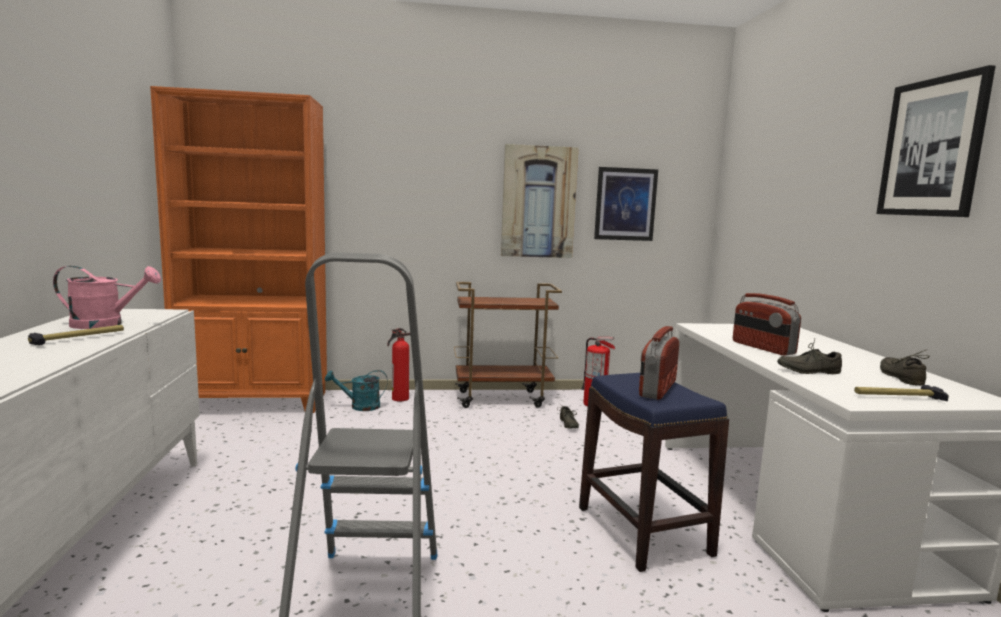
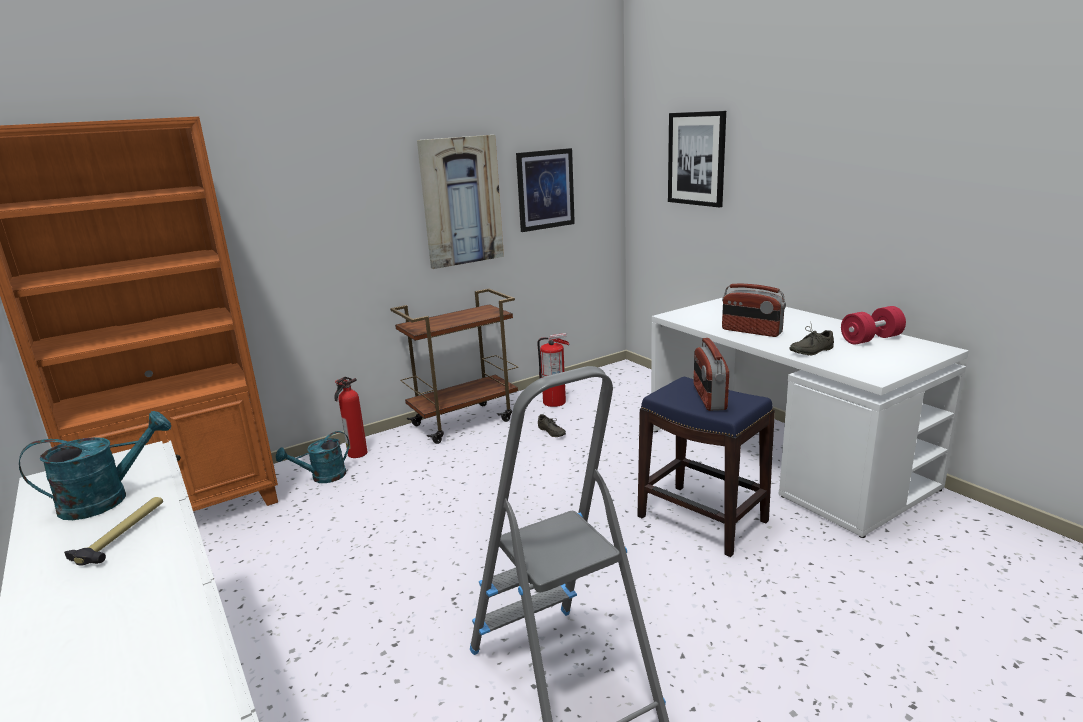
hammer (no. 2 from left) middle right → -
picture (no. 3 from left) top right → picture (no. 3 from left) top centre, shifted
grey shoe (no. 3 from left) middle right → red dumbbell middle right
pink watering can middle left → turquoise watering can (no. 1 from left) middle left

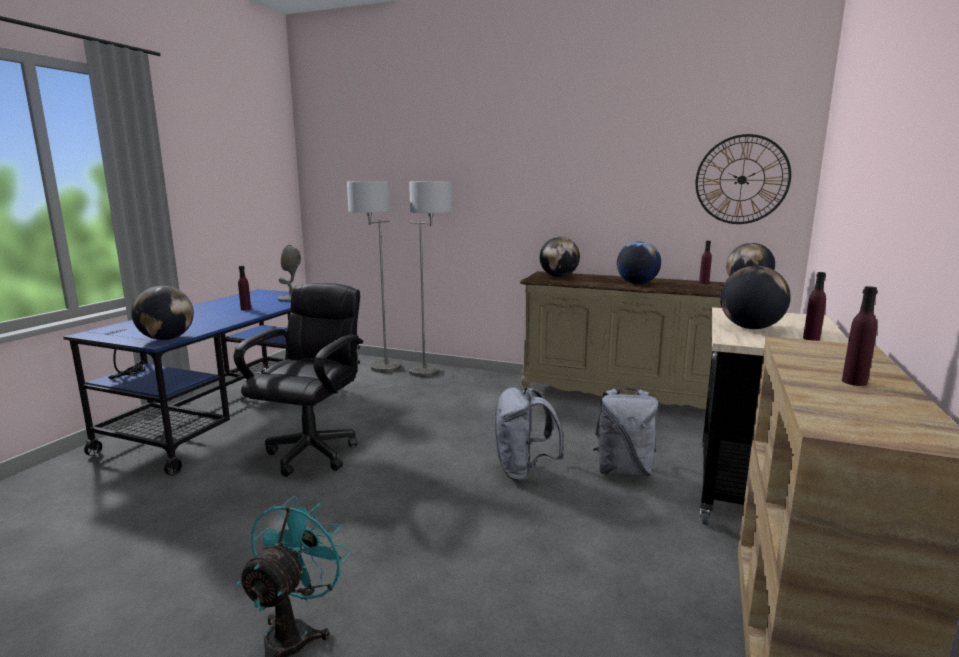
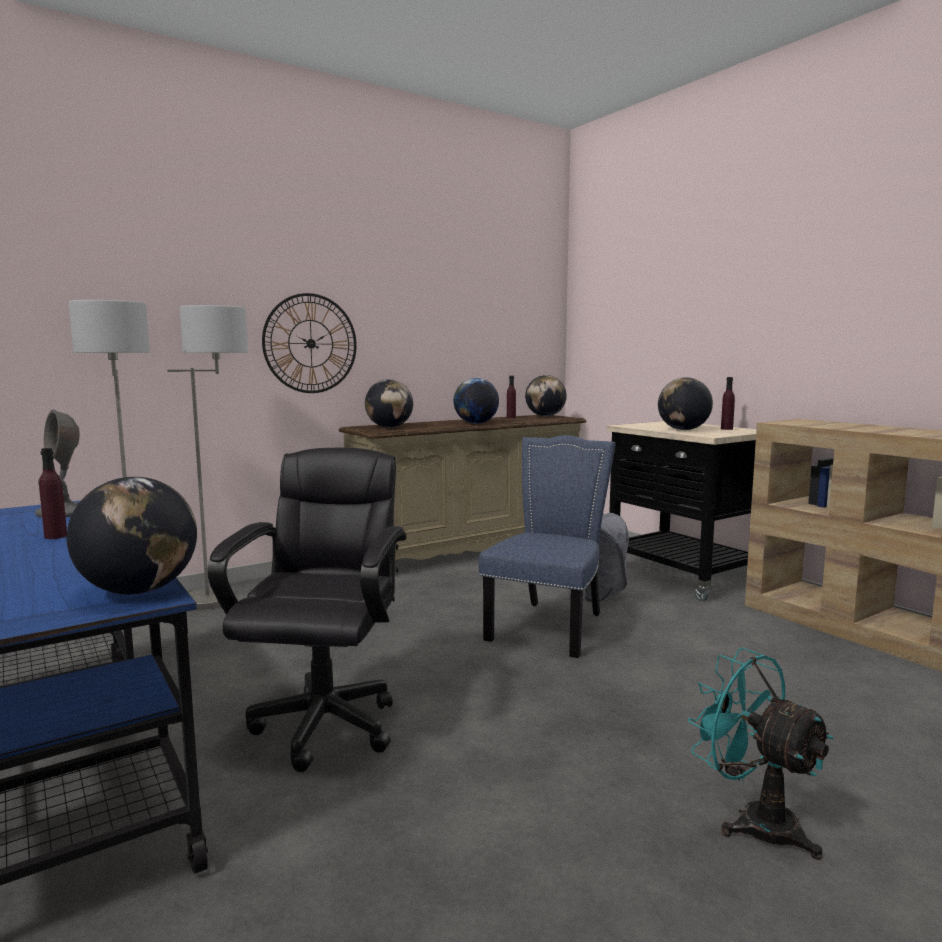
purple bottle (no. 4 from left) middle right → -
wall clock top right → wall clock middle left, shifted
grey backpack (no. 1 from left) centre → blue chair centre
black office chair middle left, 45 degrees clockwise

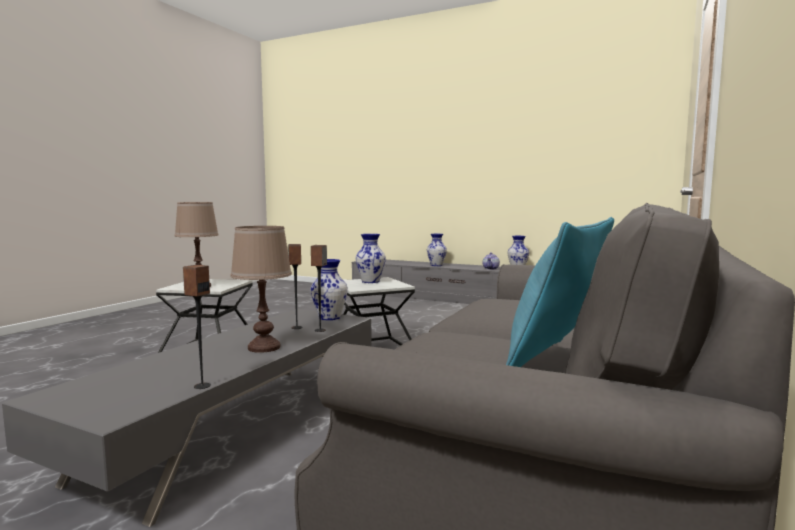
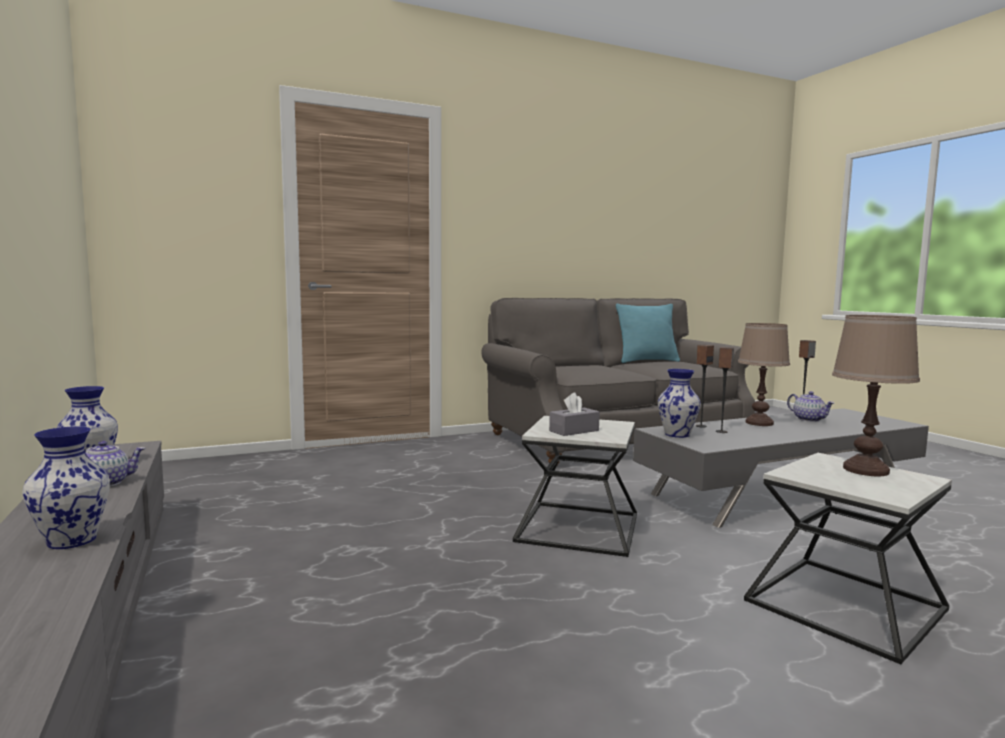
- → teapot (no. 2 from left) middle right
vase (no. 2 from left) centre → grey tissue box centre

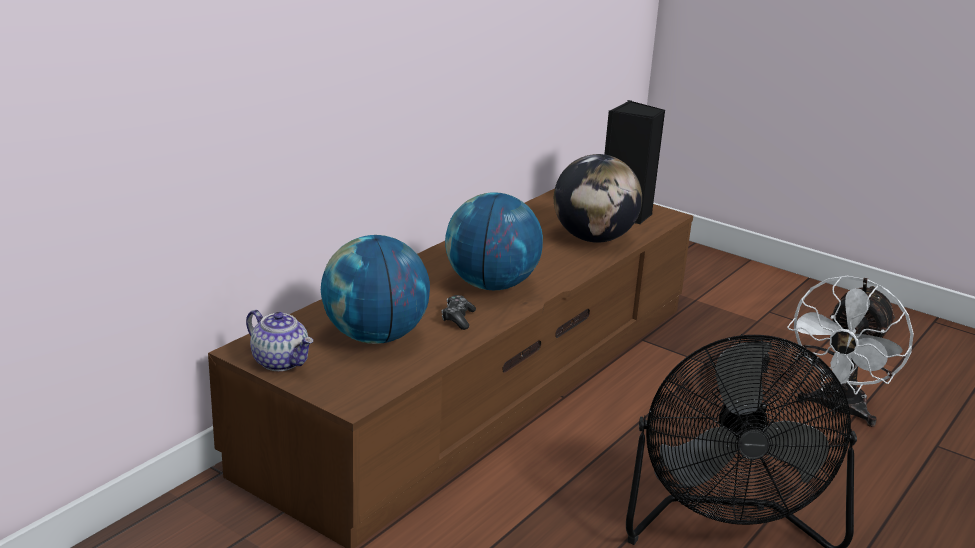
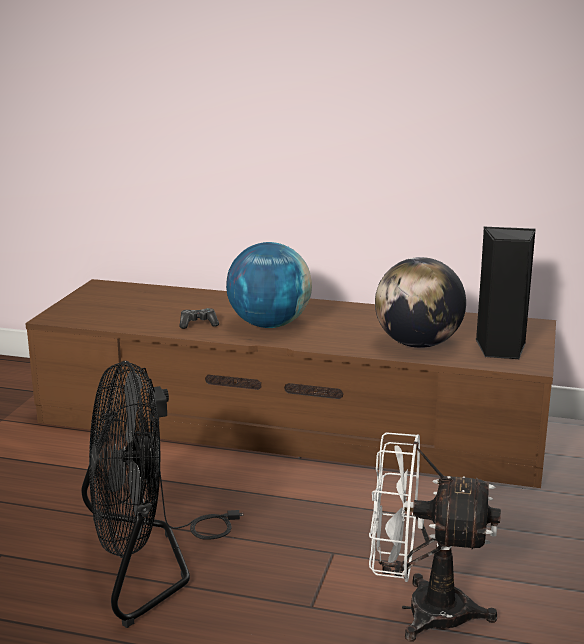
teapot middle left → -
globe (no. 1 from left) centre → -

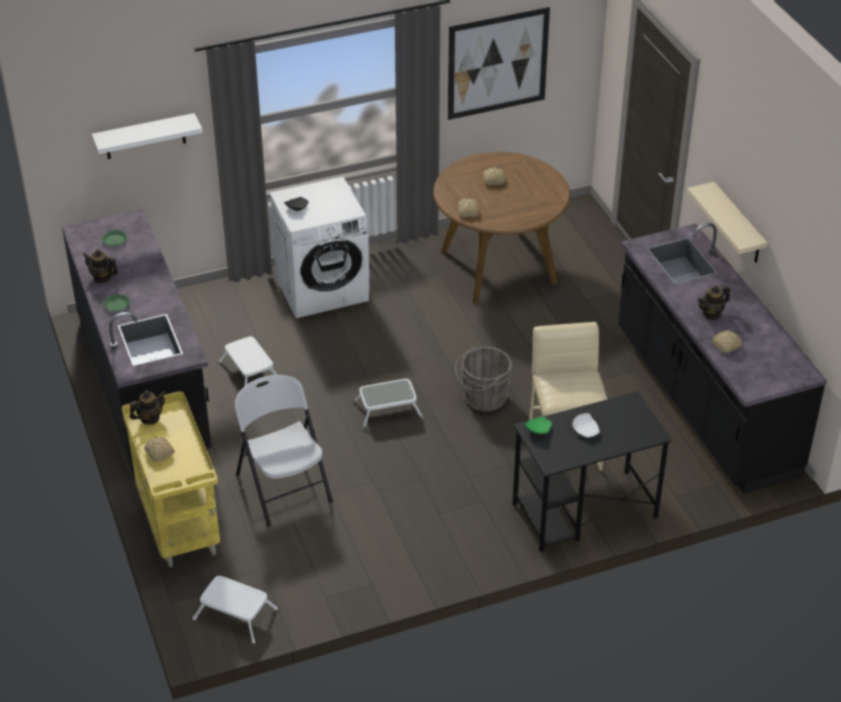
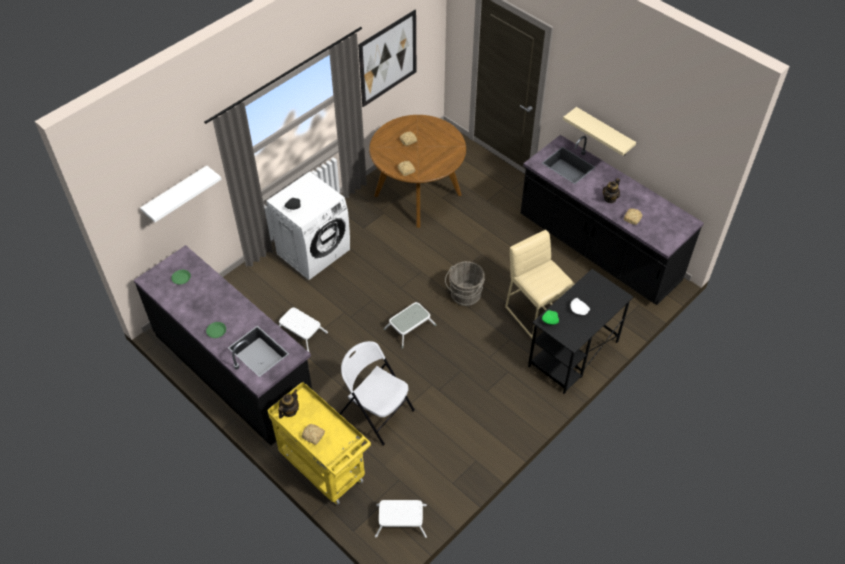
teapot (no. 1 from left) middle left → -

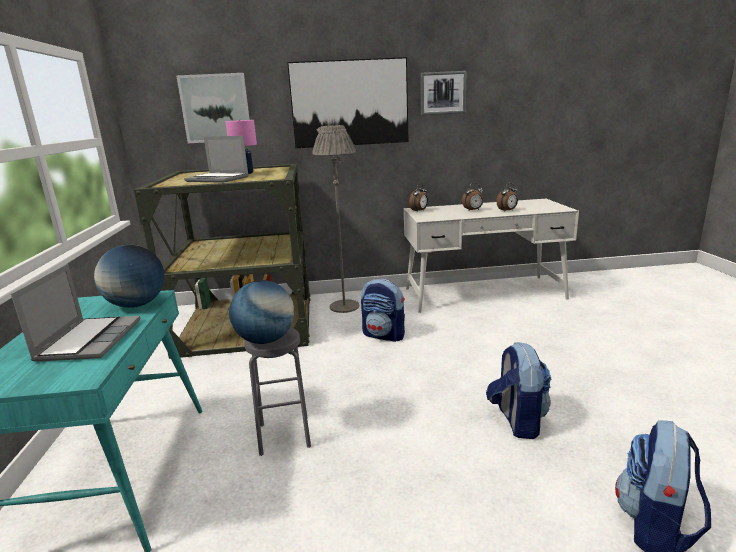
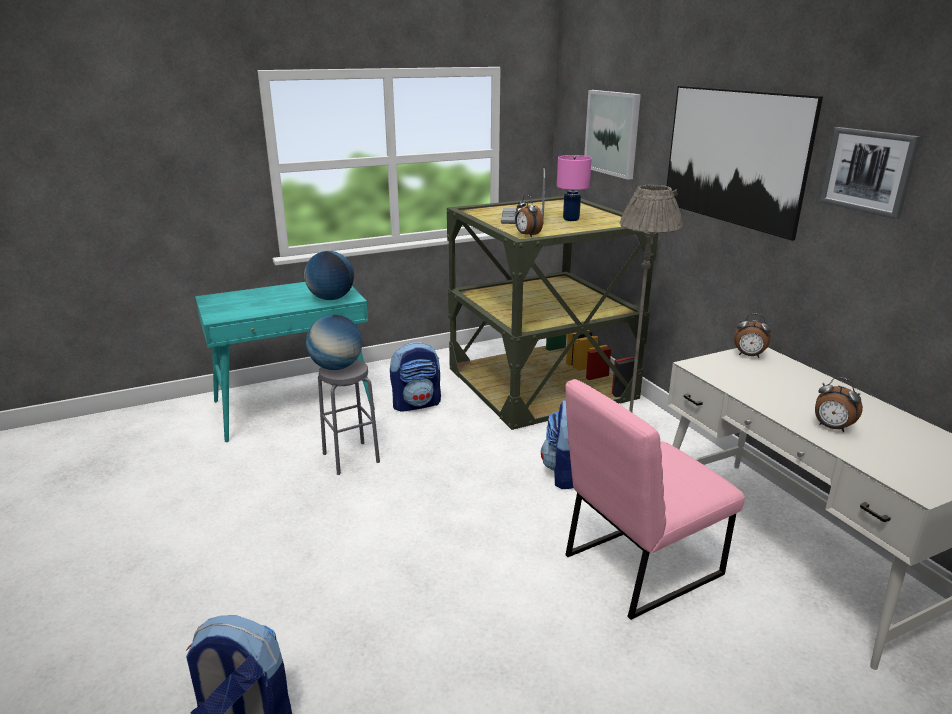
laptop (no. 1 from left) middle left → -
- → pink chair bottom right
alarm clock (no. 2 from left in the first image) centre → alarm clock (no. 1 from left) top centre, shifted
backpack (no. 2 from left) bottom right → backpack (no. 2 from left) centre, shifted

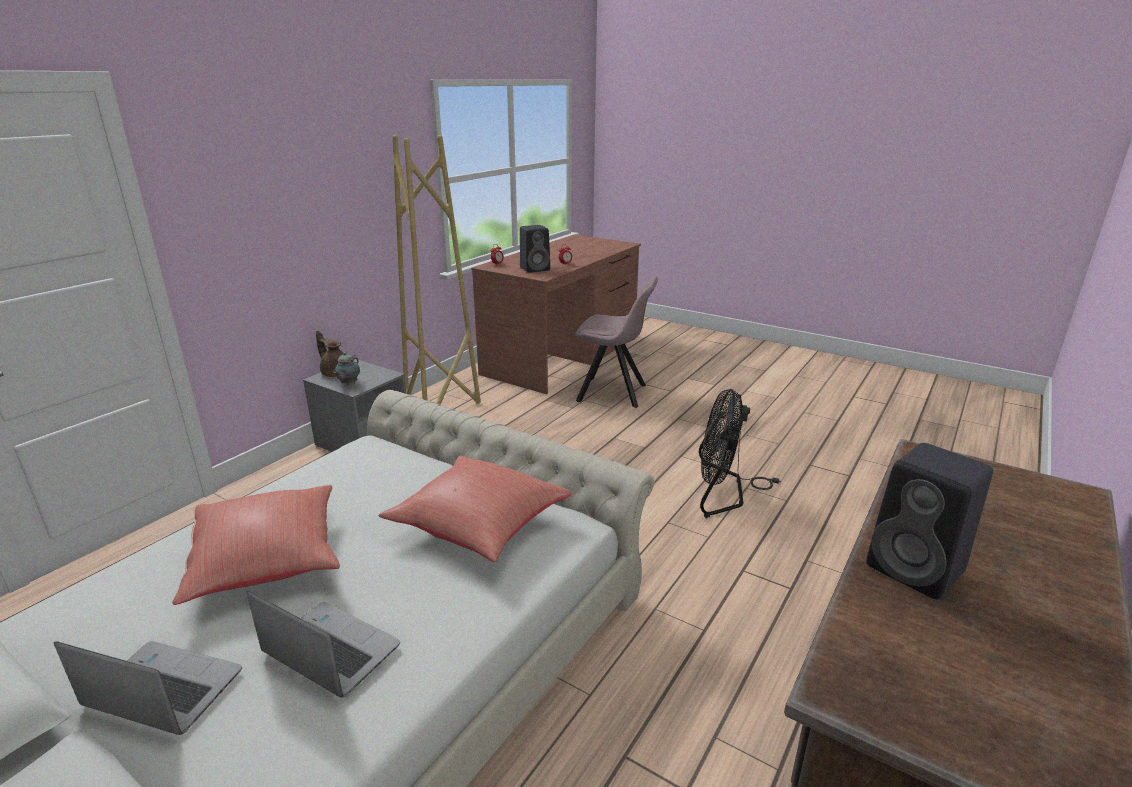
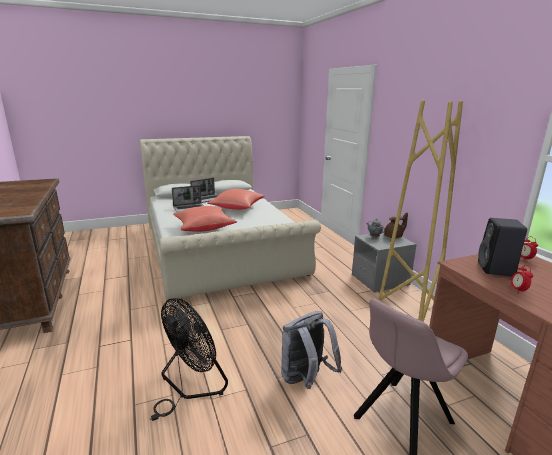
black speaker (no. 2 from left) middle right → -
- → grey backpack bottom centre

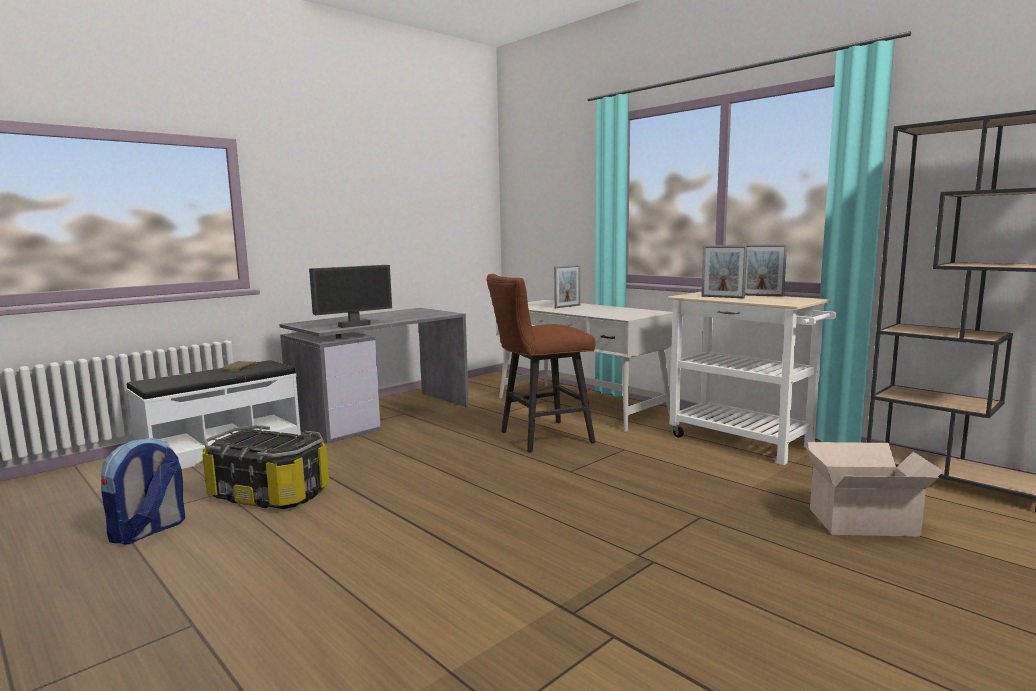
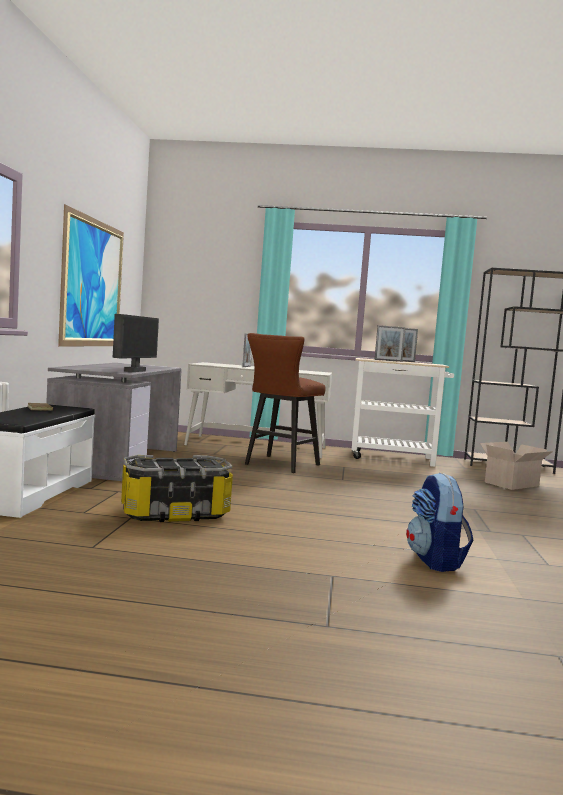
- → picture middle left
backpack bottom left → backpack middle right, shifted

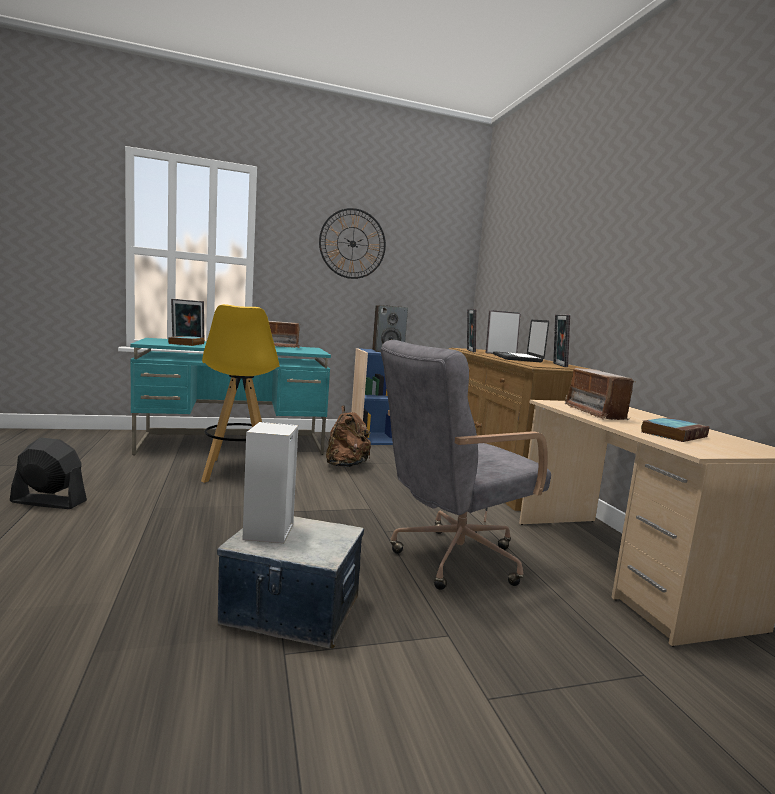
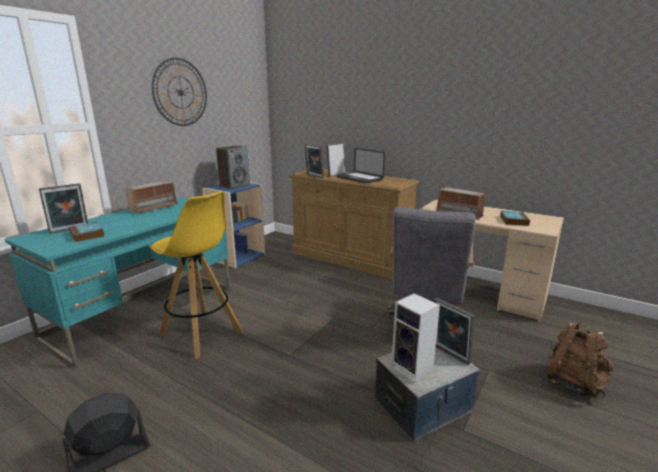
brown backpack centre → brown backpack bottom right, shifted
picture frame (no. 4 from left) middle right → picture frame (no. 4 from left) bottom right, shifted

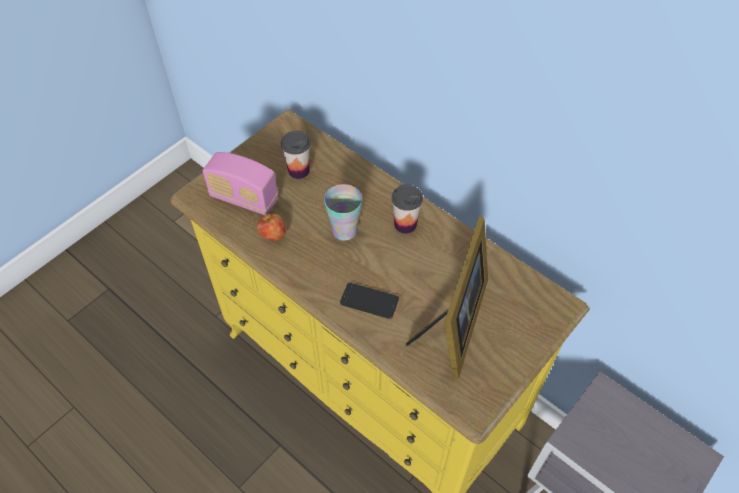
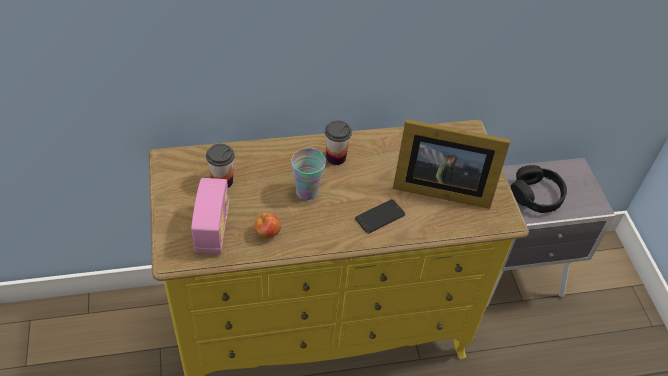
- → black headphones middle right
radio middle left, 60 degrees counterclockwise
picture frame centre → picture frame middle right, 135 degrees clockwise

